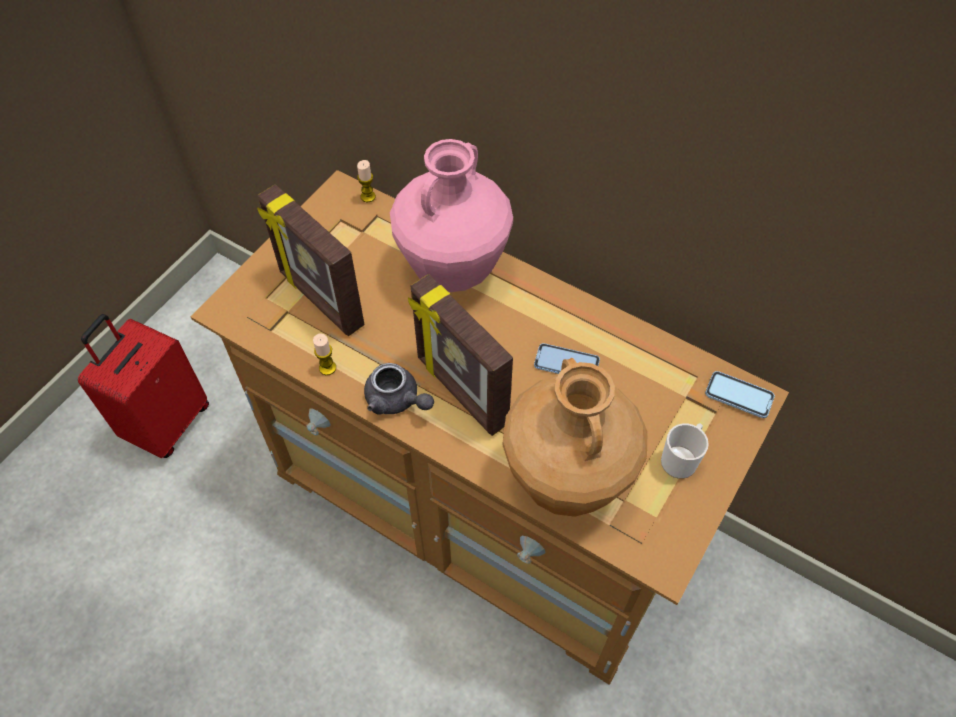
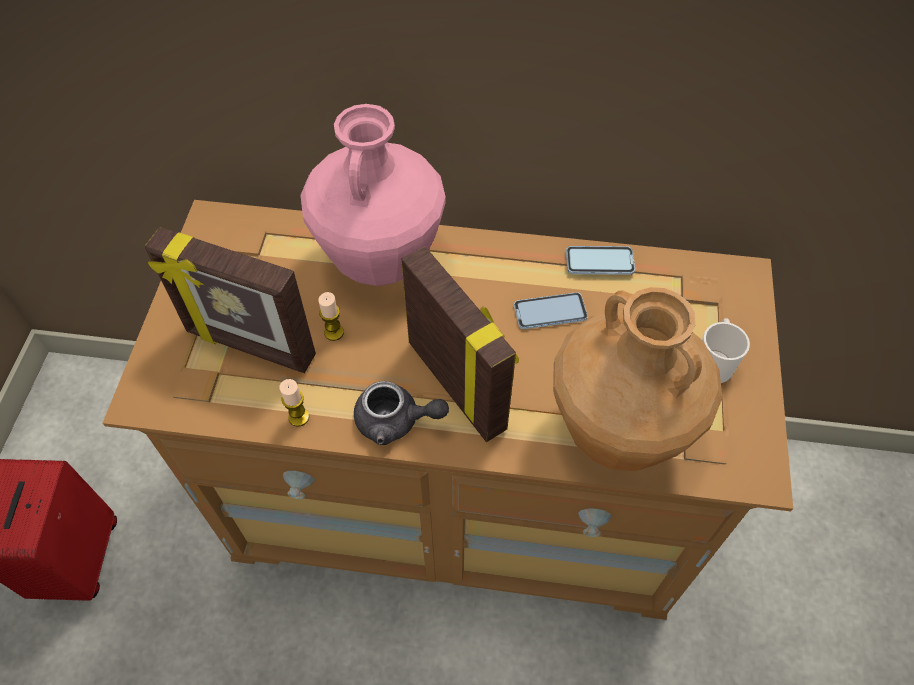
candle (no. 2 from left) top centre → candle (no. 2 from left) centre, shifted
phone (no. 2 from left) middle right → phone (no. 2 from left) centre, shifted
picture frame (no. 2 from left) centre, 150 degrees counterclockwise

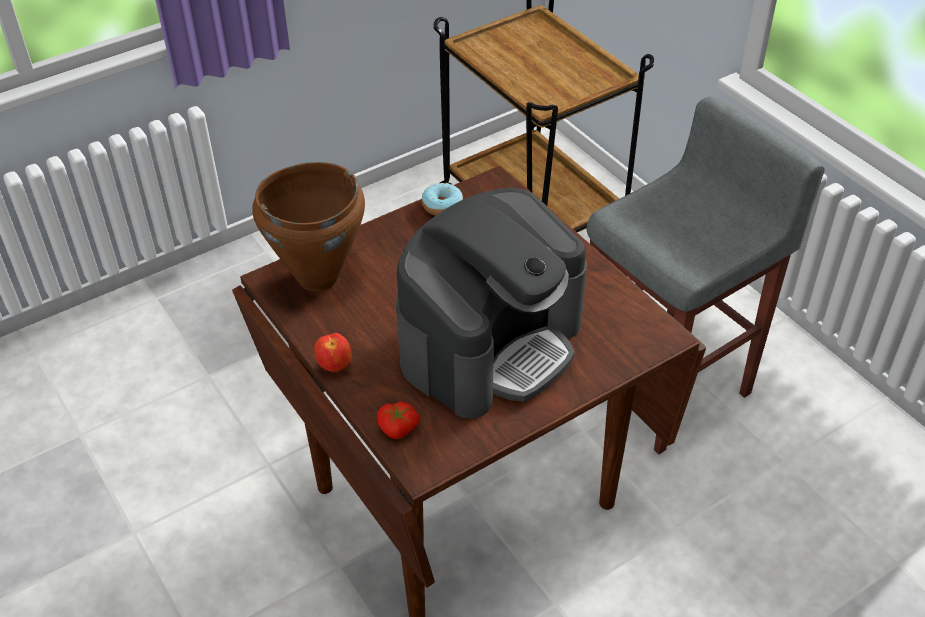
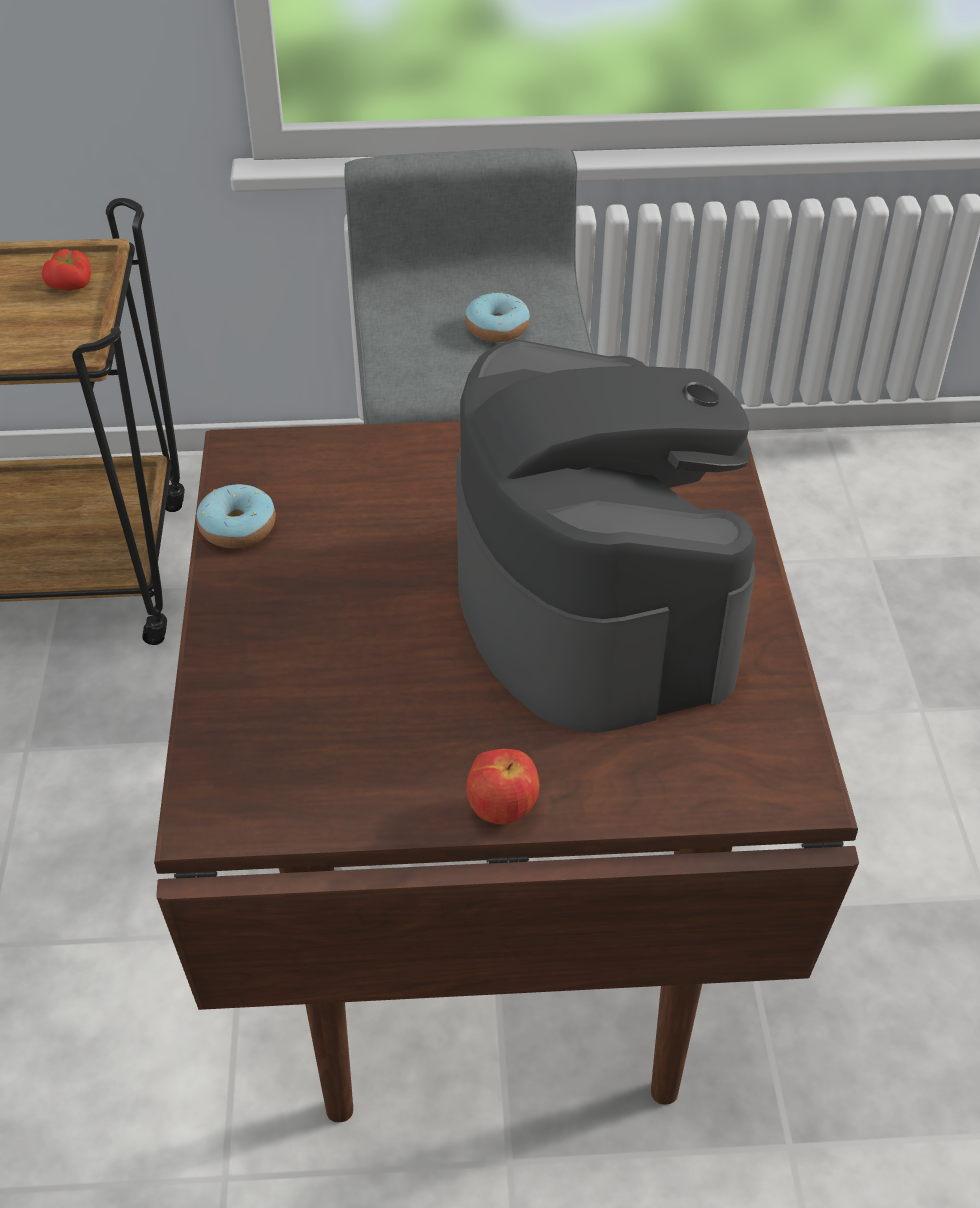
brown cooking pot middle left → -
- → donut (no. 2 from left) top centre
tomato bottom centre → tomato top left, shifted

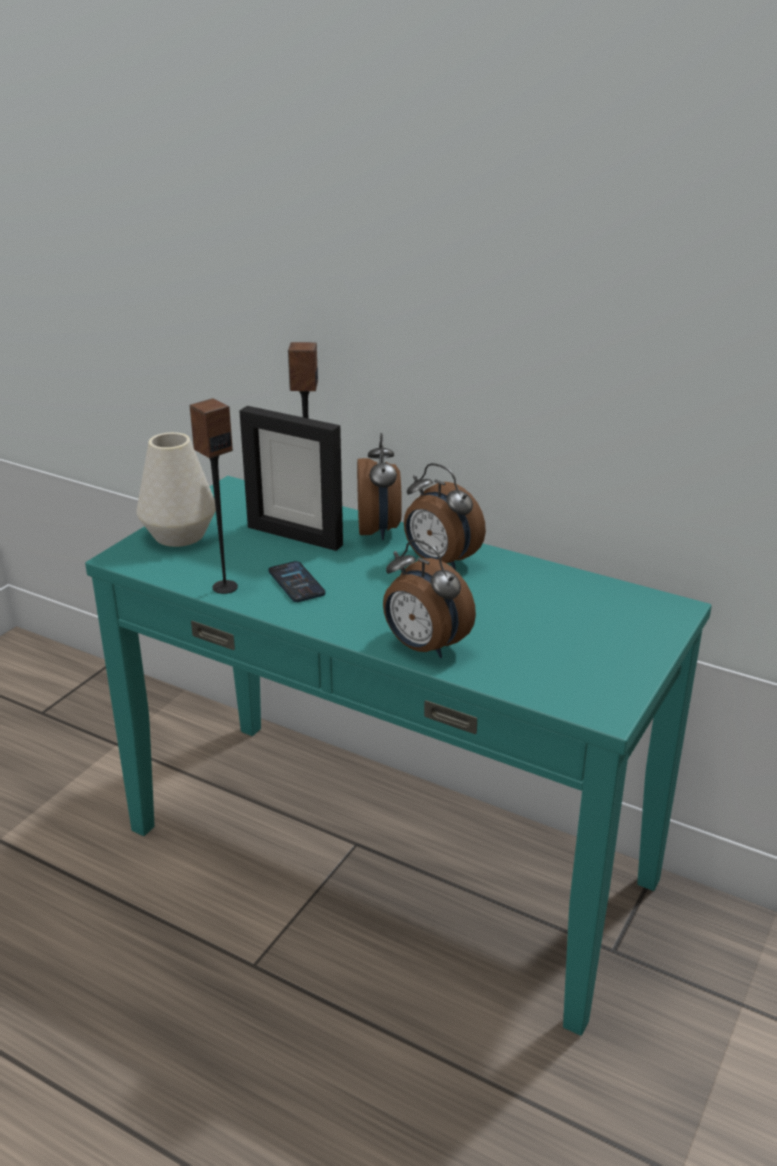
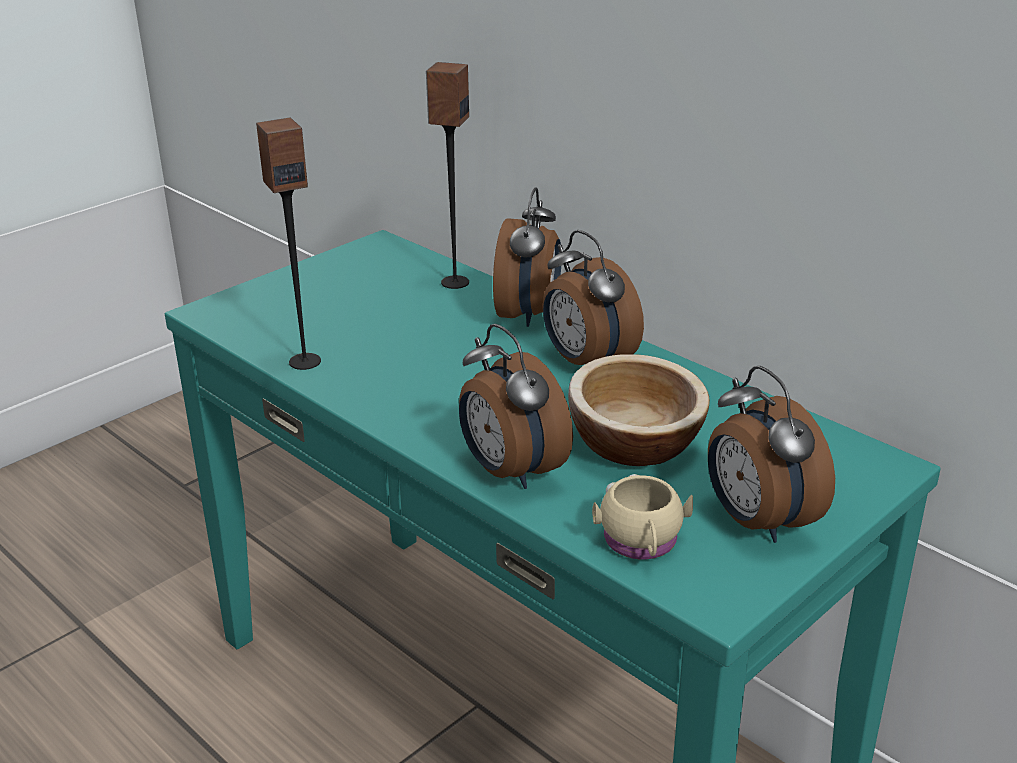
white vase middle left → -
picture frame centre → -
phone centre → -
- → bowl centre
- → beige mug bottom centre
- → alarm clock (no. 4 from left) middle right

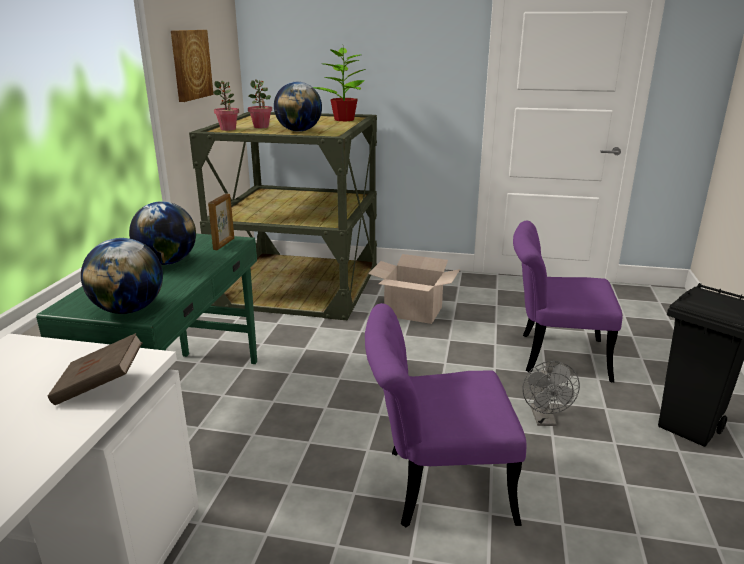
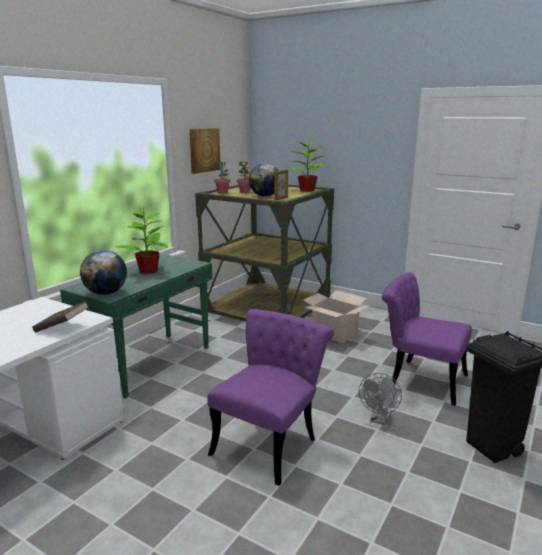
picture frame middle left → picture frame centre, shifted
globe (no. 2 from left) middle left → potted plant (no. 1 from left) middle left
purple chair (no. 1 from left) bottom centre, 105 degrees clockwise

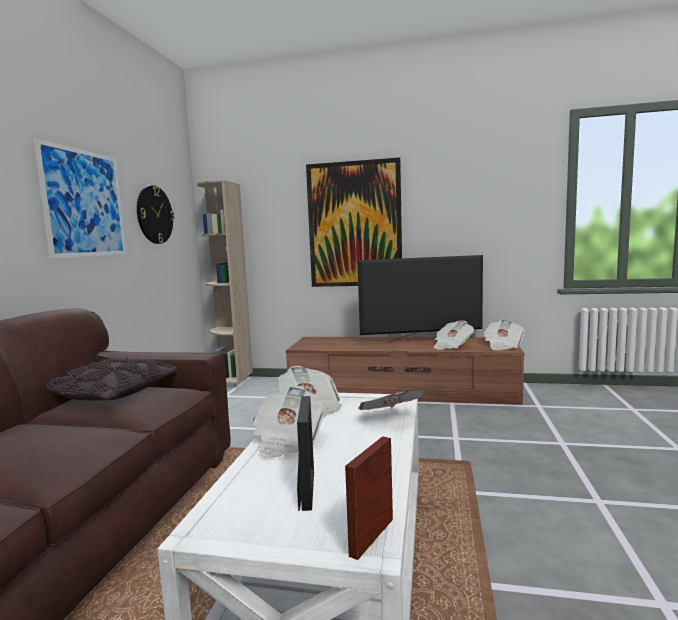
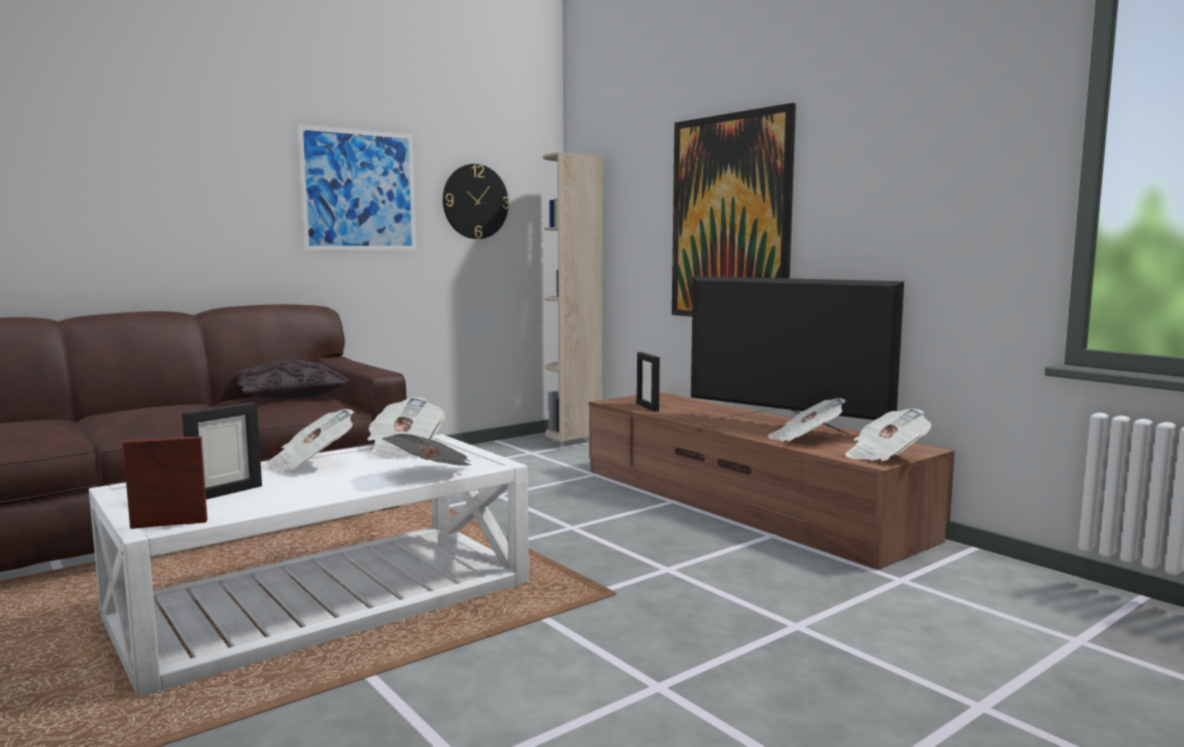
- → picture frame (no. 3 from left) centre

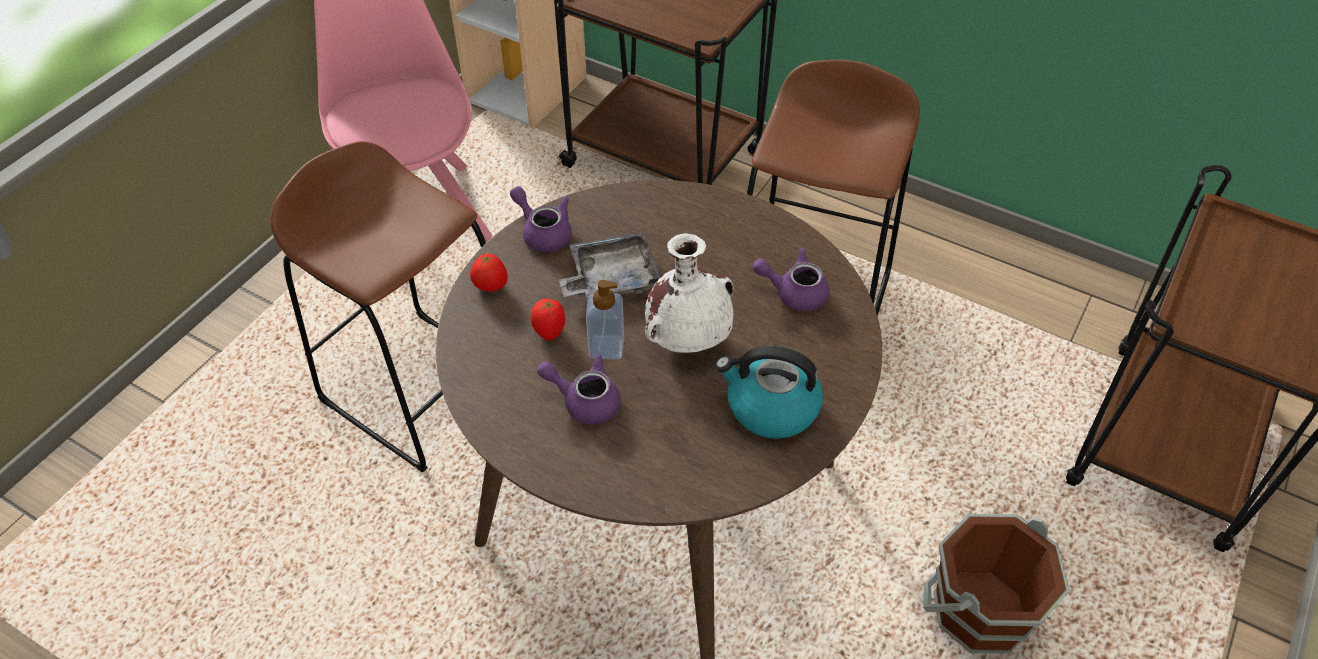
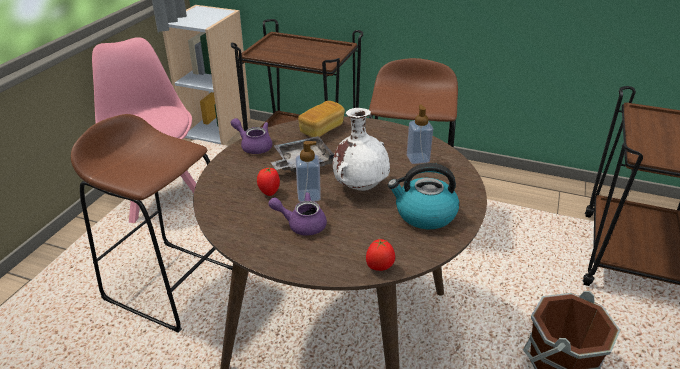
- → bread top centre
tomato (no. 1 from left in the first image) centre → tomato (no. 2 from left) bottom centre, shifted
purple teapot (no. 3 from left) centre → soap dispenser (no. 2 from left) centre

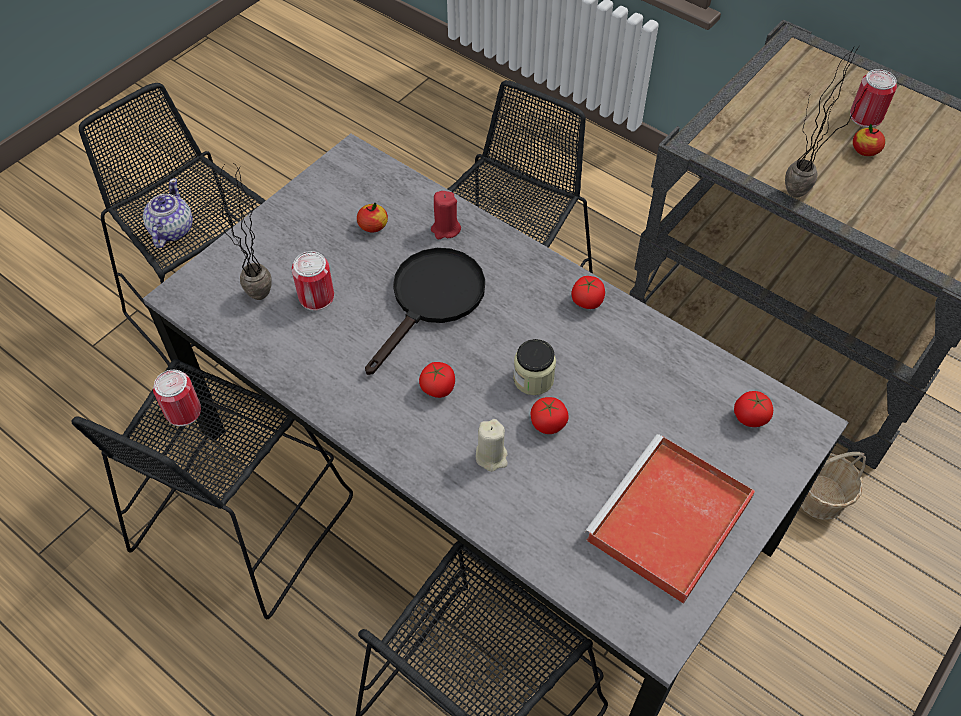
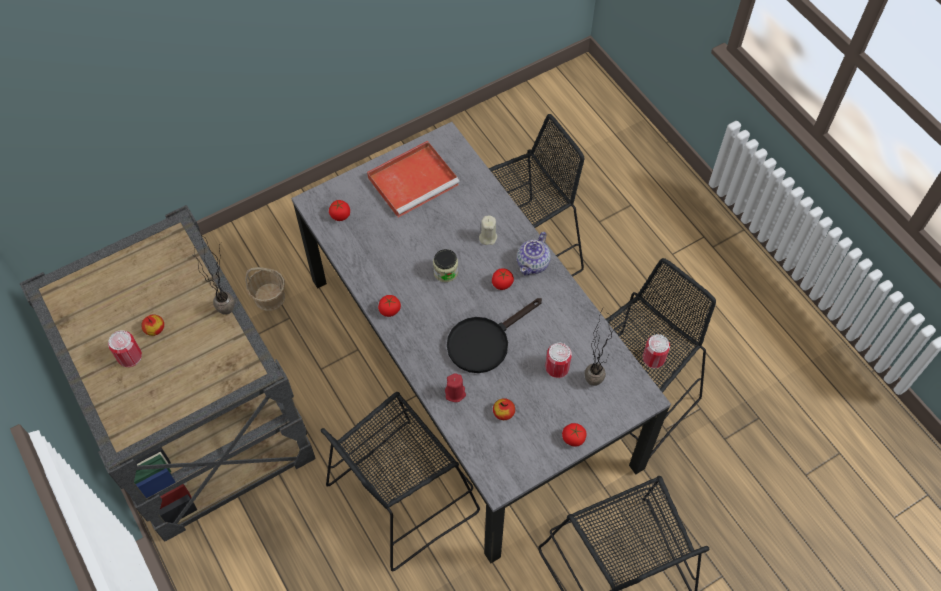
teapot top left → teapot centre, shifted
tomato (no. 2 from left in the first image) centre → tomato (no. 4 from left) bottom centre, shifted

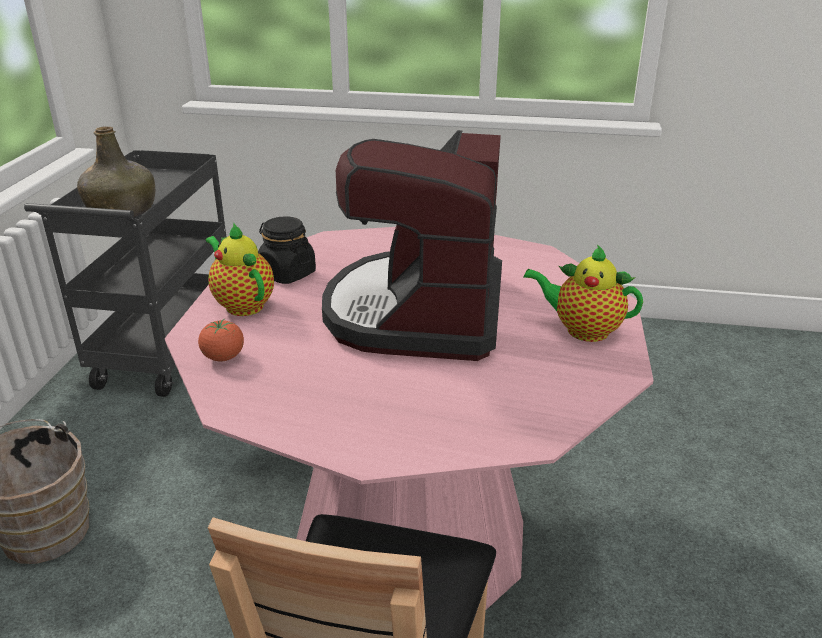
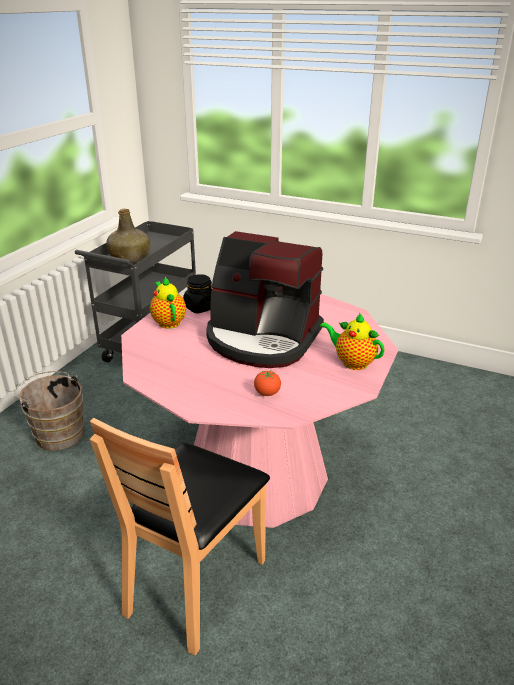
tomato middle left → tomato centre, shifted
coffee machine centre, 90 degrees counterclockwise

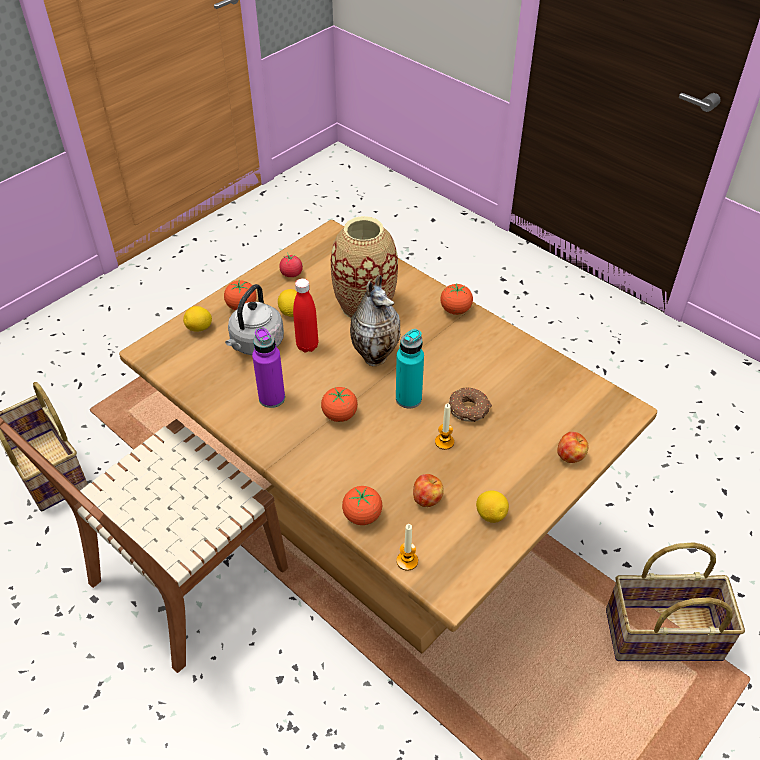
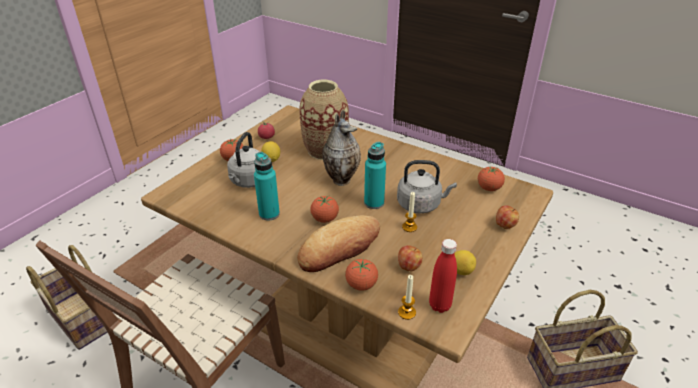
lemon (no. 1 from left) middle left → -
- → bread centre
red bottle centre → red bottle bottom centre, shifted
tomato (no. 5 from left) centre → tomato (no. 5 from left) middle right, shifted
donut centre → grey kettle (no. 2 from left) centre
purple bottle centre → turquoise bottle (no. 1 from left) centre

